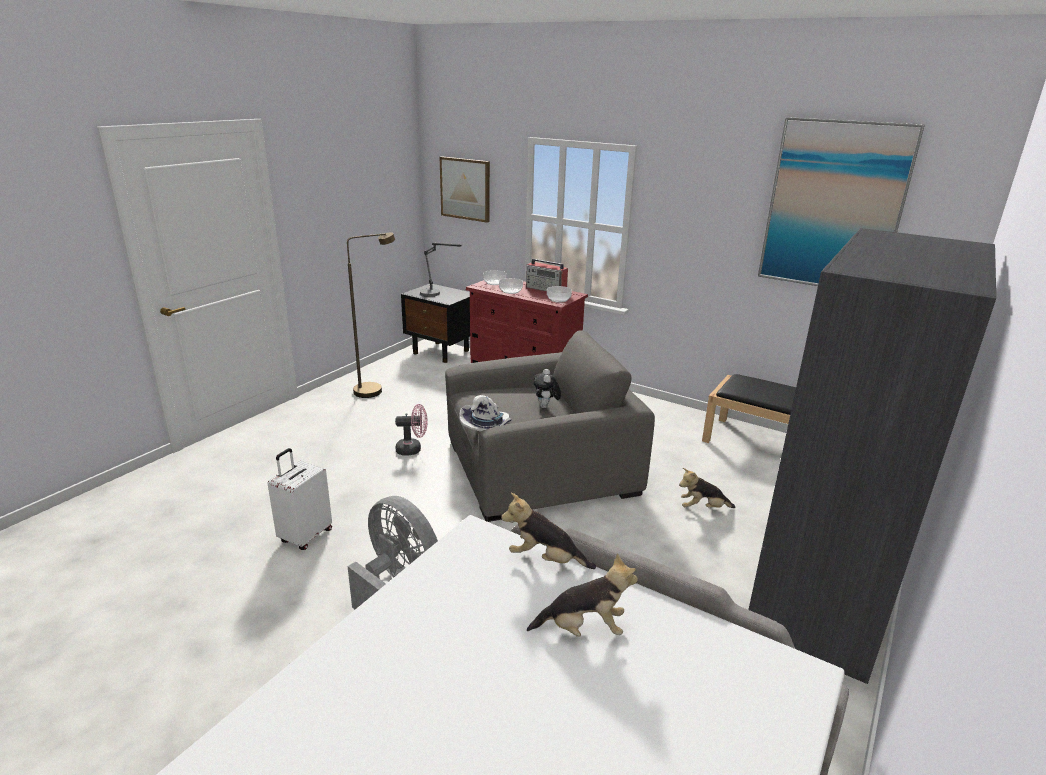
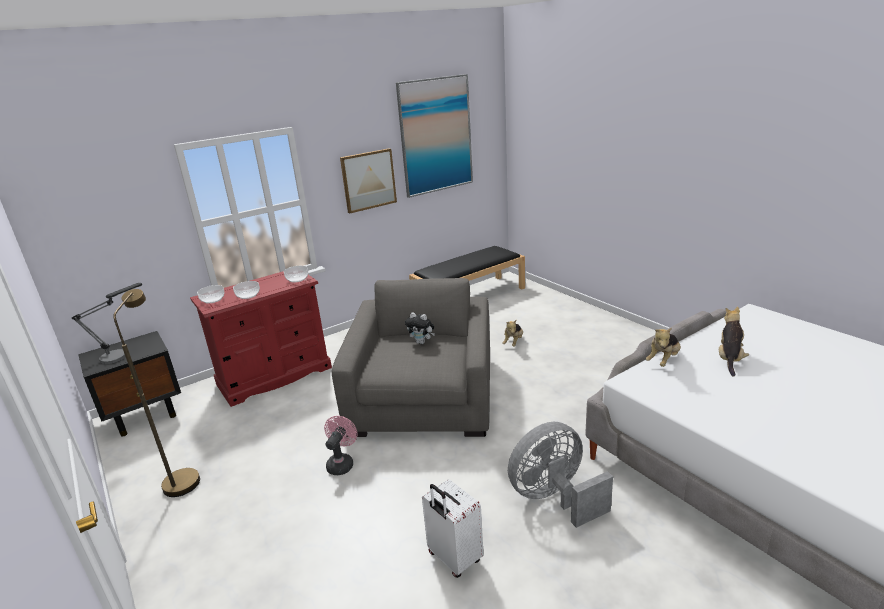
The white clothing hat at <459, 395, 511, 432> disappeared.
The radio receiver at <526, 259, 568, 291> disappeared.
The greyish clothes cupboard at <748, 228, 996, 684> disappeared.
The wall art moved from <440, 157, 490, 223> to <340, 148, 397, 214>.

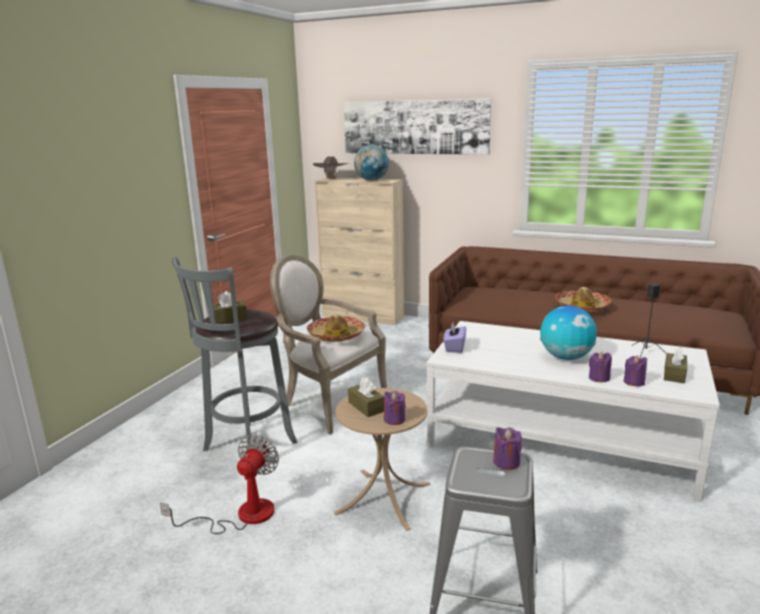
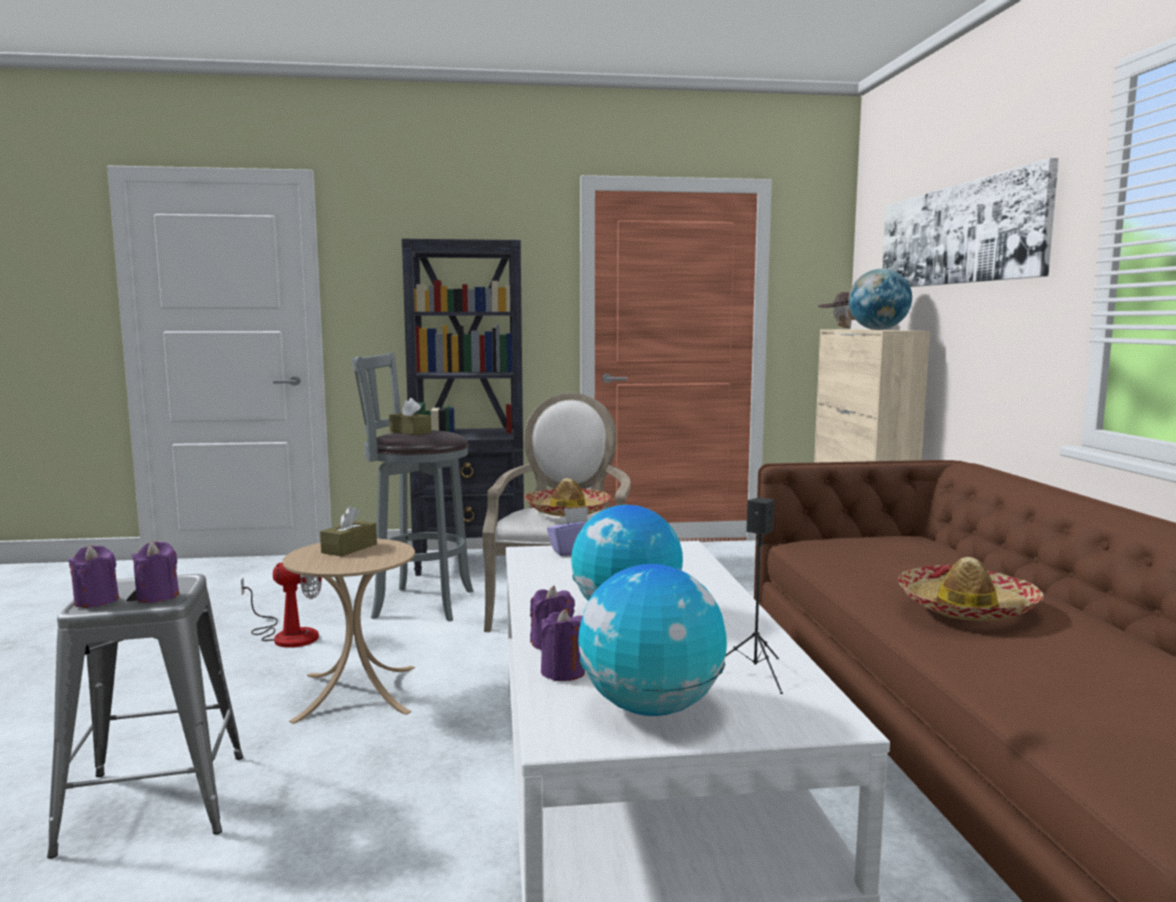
The black shelving unit at <402, 239, 524, 576> appeared.
The purplish candle moved from <384, 391, 406, 425> to <68, 546, 119, 608>.
The brown tissue holder at <664, 347, 687, 383> was replaced by the globe at <578, 564, 727, 716>.

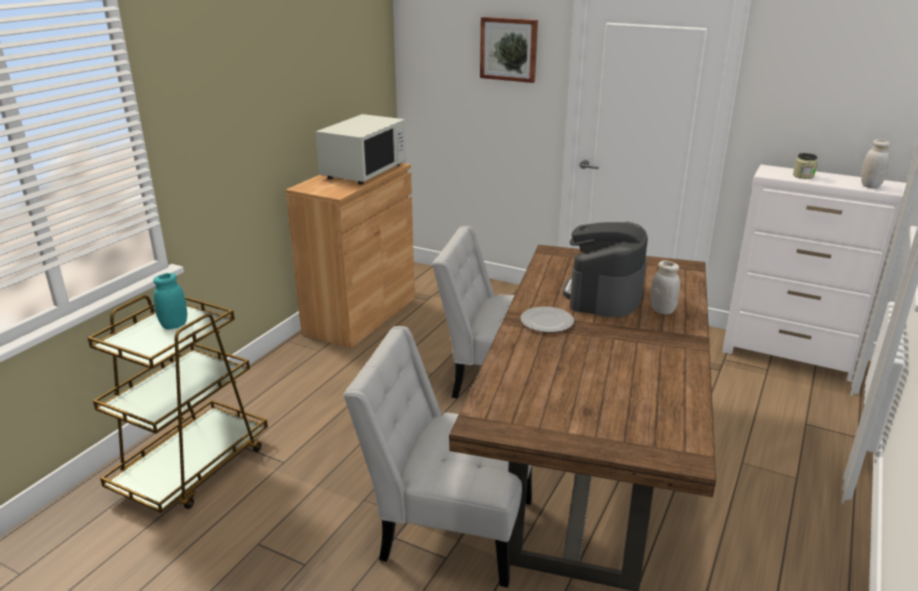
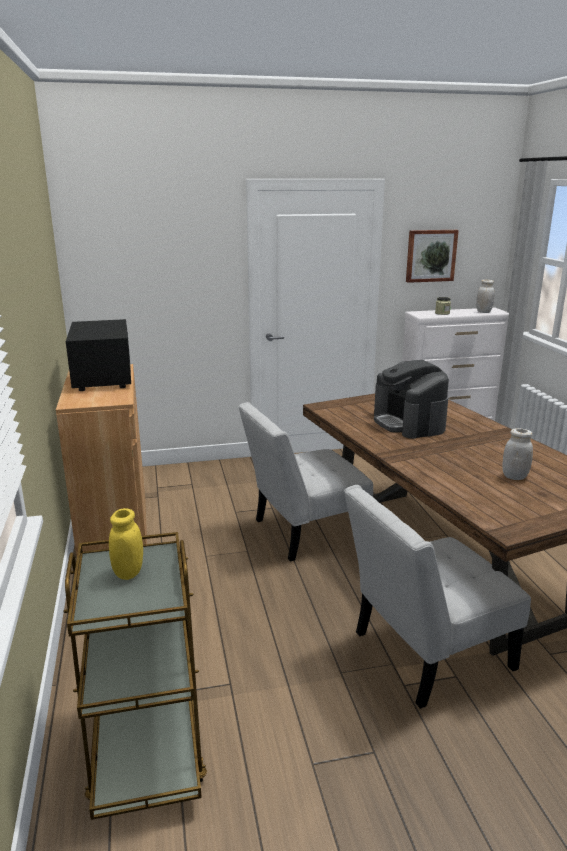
The plate at <520, 307, 574, 332> disappeared.
The wall art moved from <480, 17, 538, 83> to <406, 230, 459, 283>.
The white jar moved from <651, 261, 680, 314> to <502, 428, 533, 480>.
The turquoise-coloured jar at <153, 273, 187, 330> became the yellow jar at <109, 508, 143, 580>.
The white microwave at <315, 114, 406, 184> became the black microwave at <66, 319, 131, 391>.

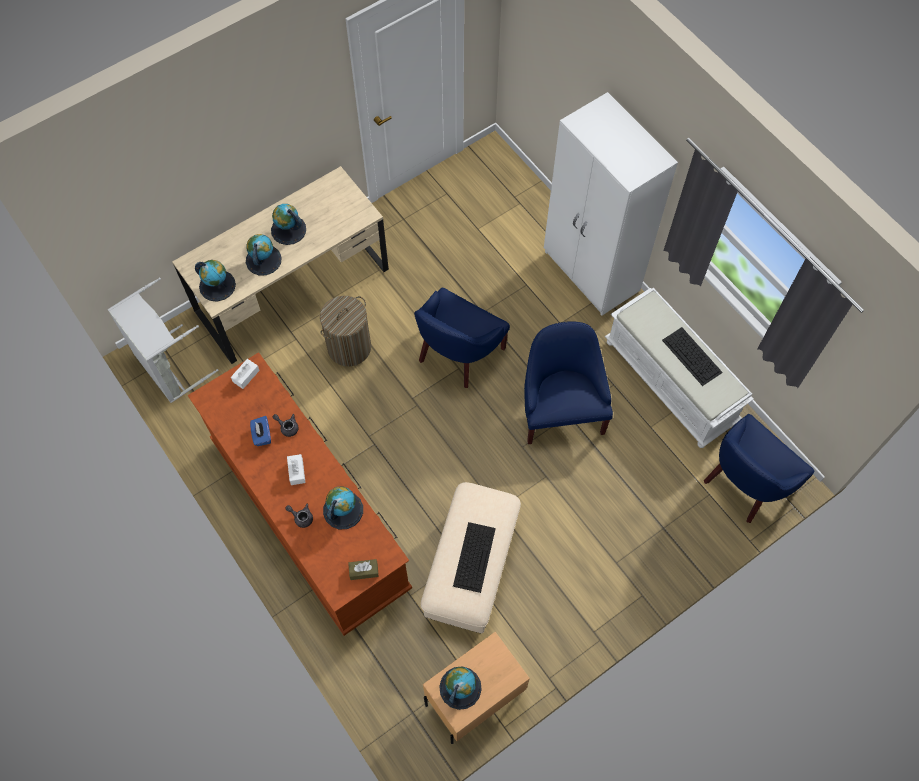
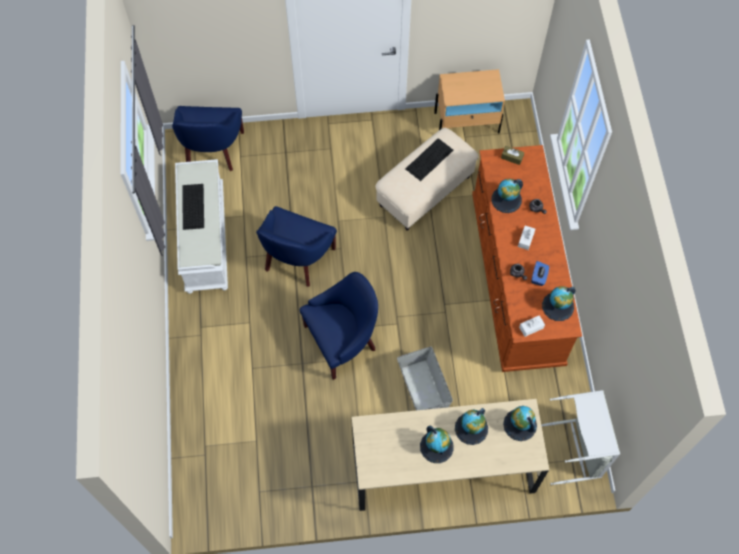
The white clothes cupboard at <544, 92, 678, 316> disappeared.
The globe moved from <439, 666, 482, 710> to <542, 286, 576, 321>.
The hamper at <320, 296, 371, 366> was replaced by the greyish storage container at <397, 346, 453, 410>.
The bluish easy chair at <704, 414, 815, 523> turned 105 degrees clockwise.

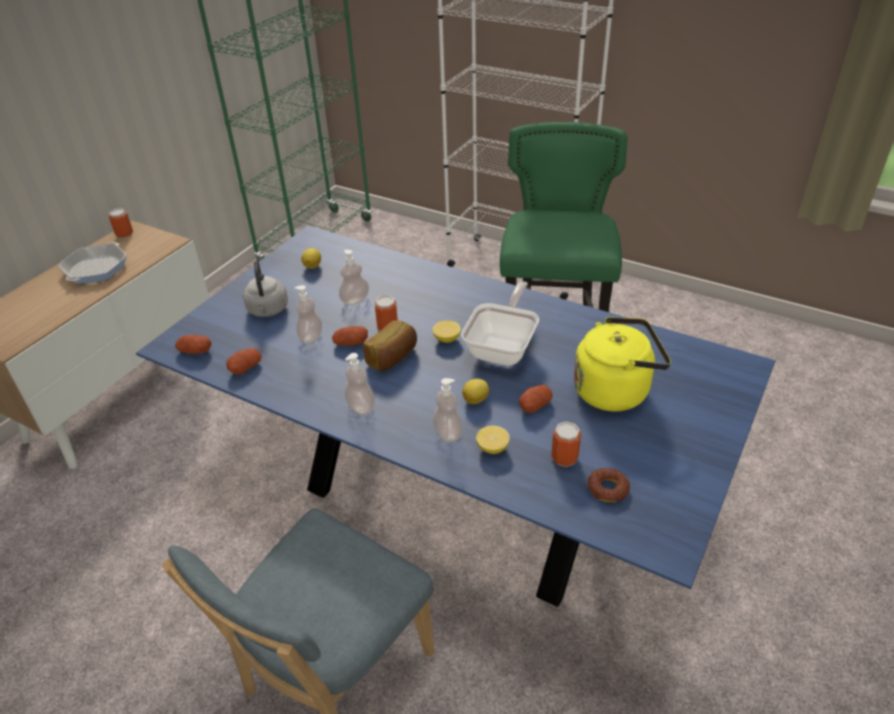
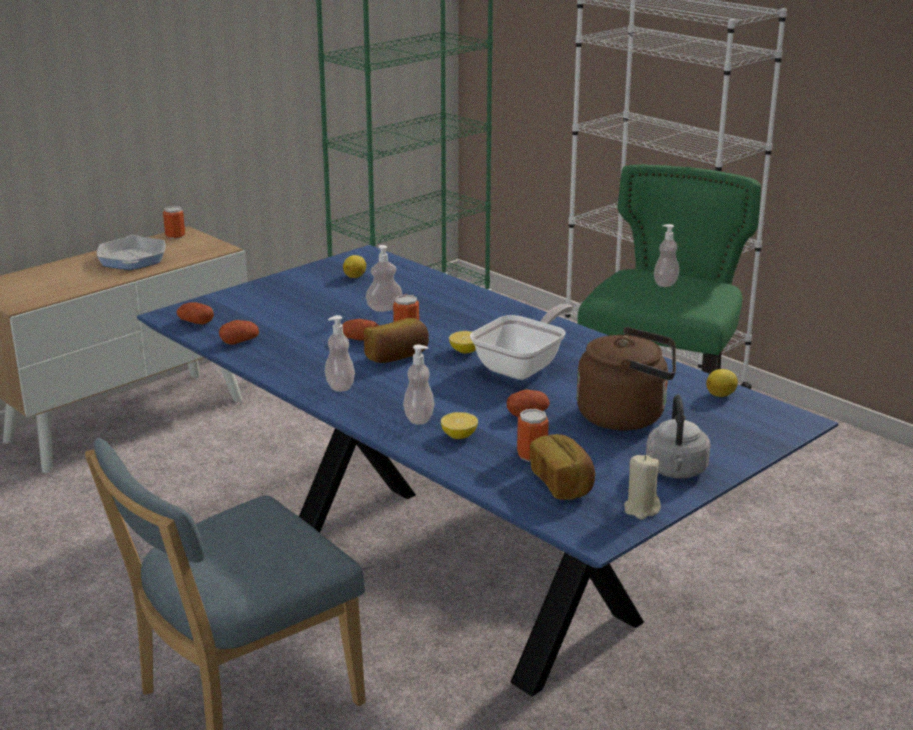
The beige candle at <624, 455, 661, 520> appeared.
The greyish kettle moved from <243, 261, 288, 317> to <646, 395, 710, 479>.
The soap bottle moved from <294, 285, 322, 343> to <654, 224, 680, 287>.
The lemon moved from <462, 379, 489, 404> to <706, 369, 738, 397>.
The ring doughnut at <588, 468, 630, 502> was replaced by the bakery bread at <530, 434, 595, 500>.
The yellow kettle at <574, 317, 671, 412> became the brown kettle at <576, 327, 676, 431>.
The pan at <59, 242, 127, 284> turned 45 degrees counterclockwise.

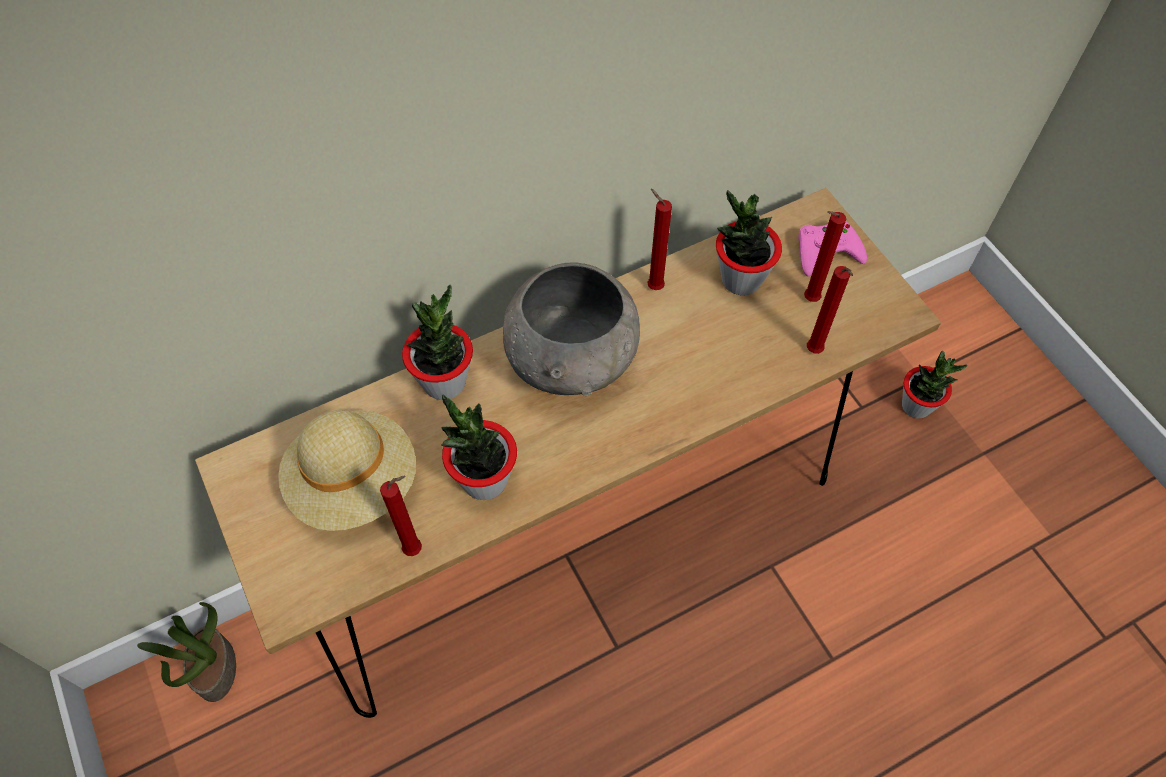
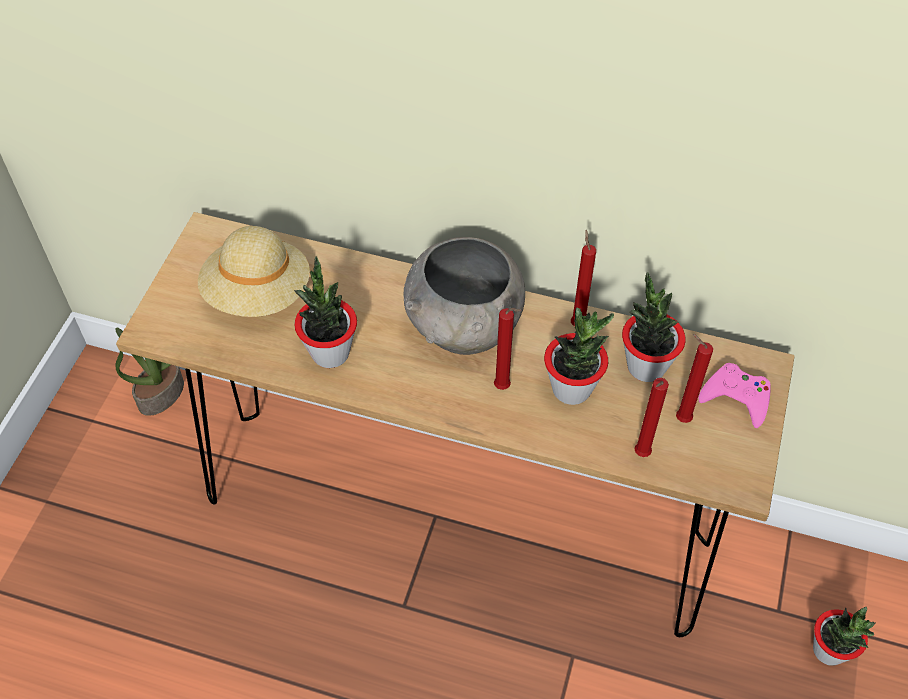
The red candle moved from <380, 476, 422, 556> to <494, 308, 521, 390>.
The potted plant moved from <402, 285, 473, 400> to <544, 307, 614, 405>.

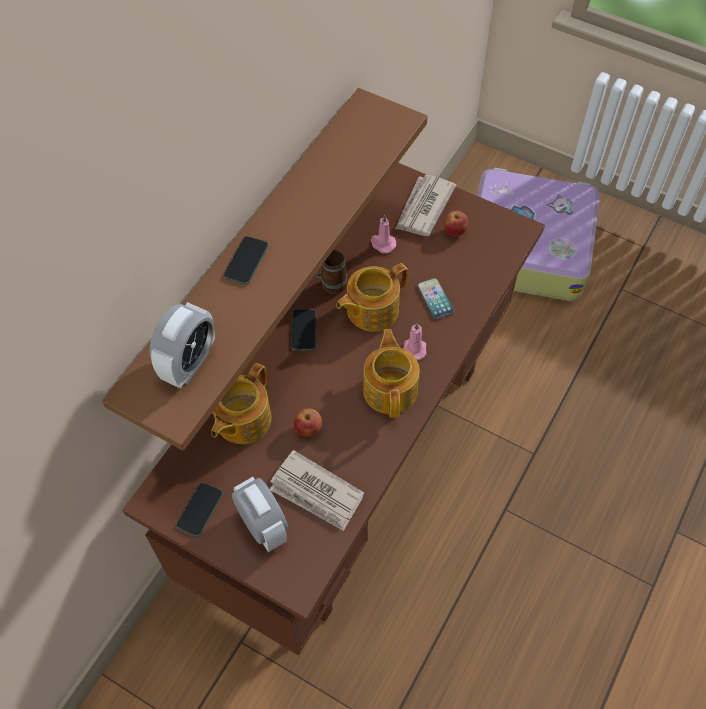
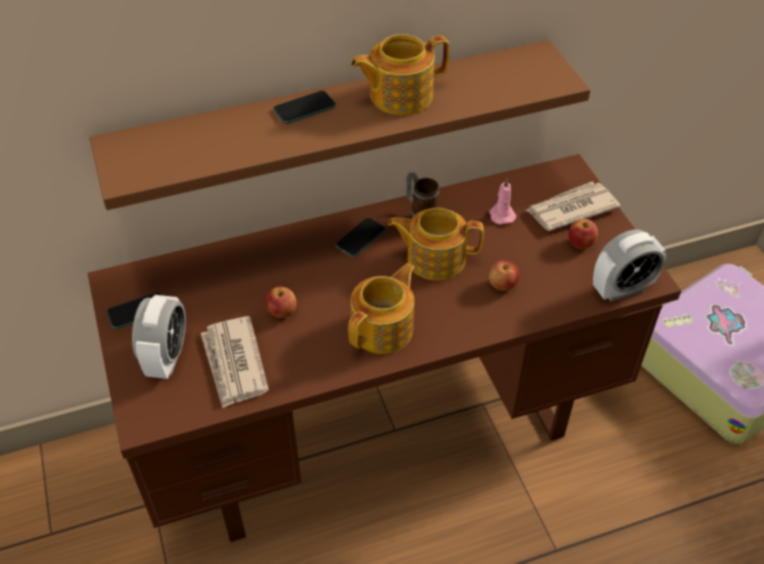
The pink-coloured candle at <403, 323, 426, 360> disappeared.
The bedside clock moved from <150, 302, 215, 388> to <593, 230, 666, 302>.
The tea pot moved from <211, 363, 272, 444> to <351, 34, 449, 115>.
The phone at <417, 278, 454, 320> was replaced by the whole apple at <489, 260, 519, 291>.

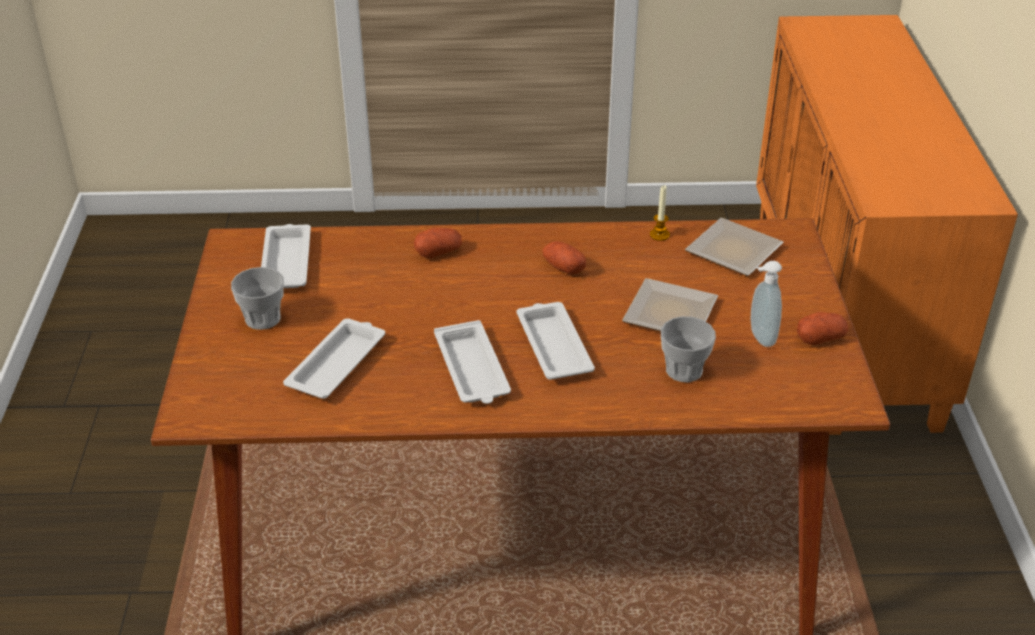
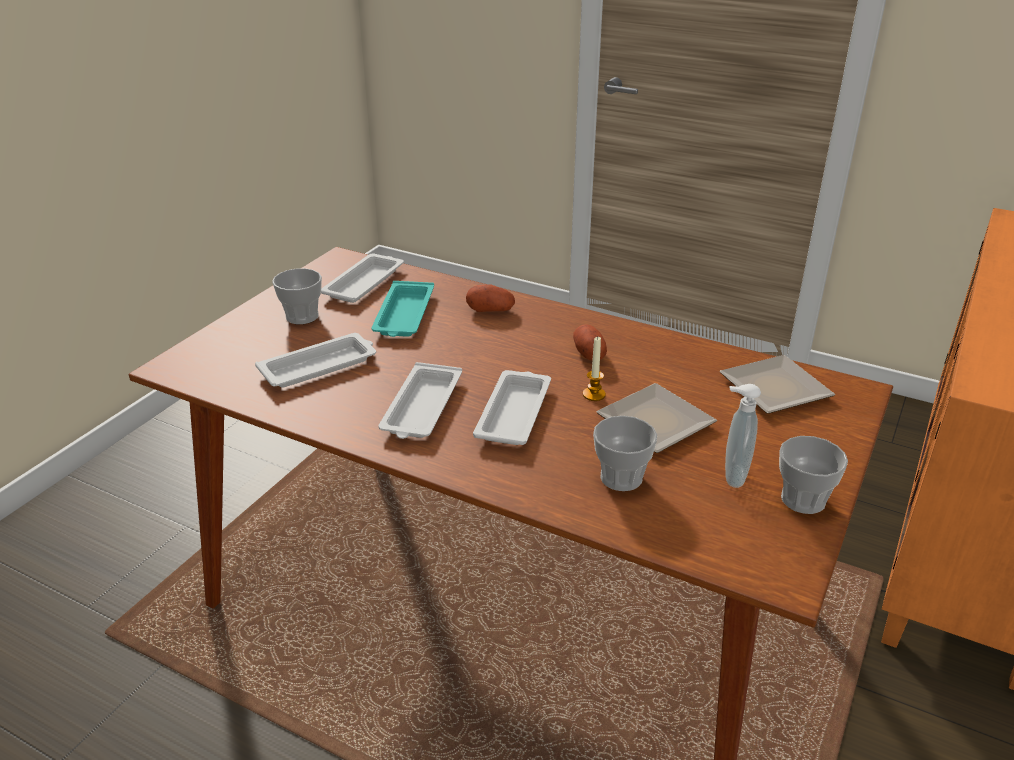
The turquoise-coloured carrying tray at <371, 281, 434, 337> appeared.
The candle moved from <650, 185, 670, 241> to <583, 337, 606, 401>.
The potato at <797, 312, 848, 345> was replaced by the drinking cup at <779, 436, 848, 514>.

